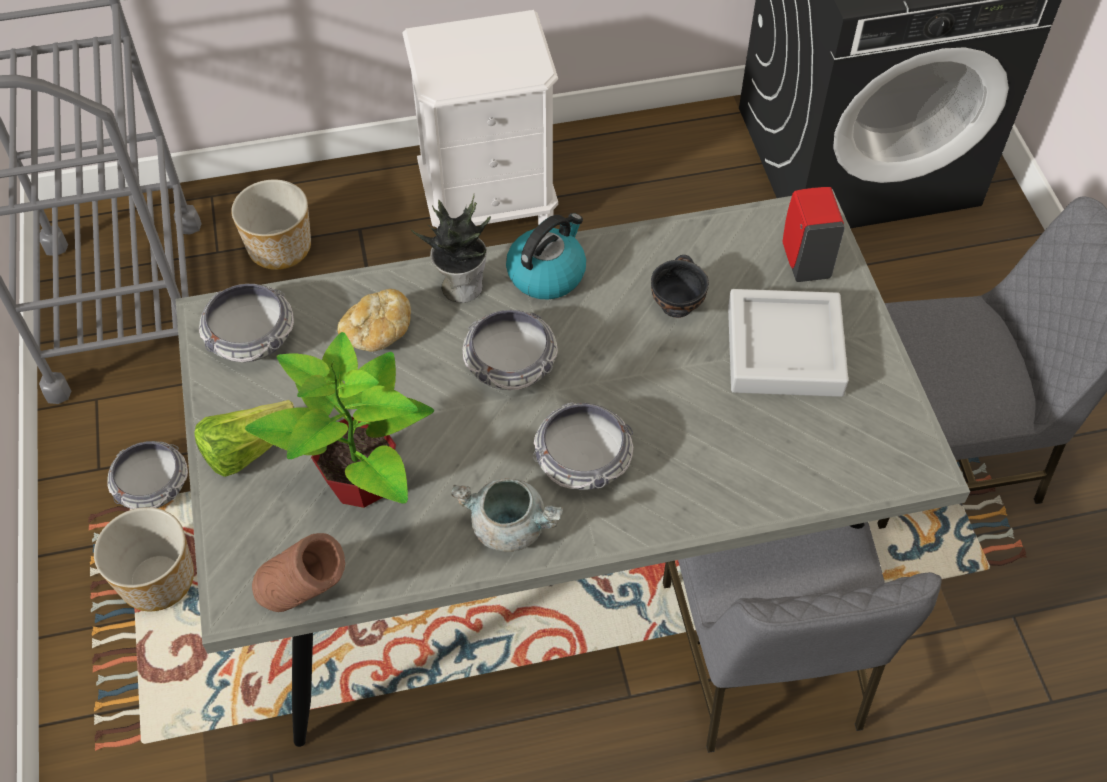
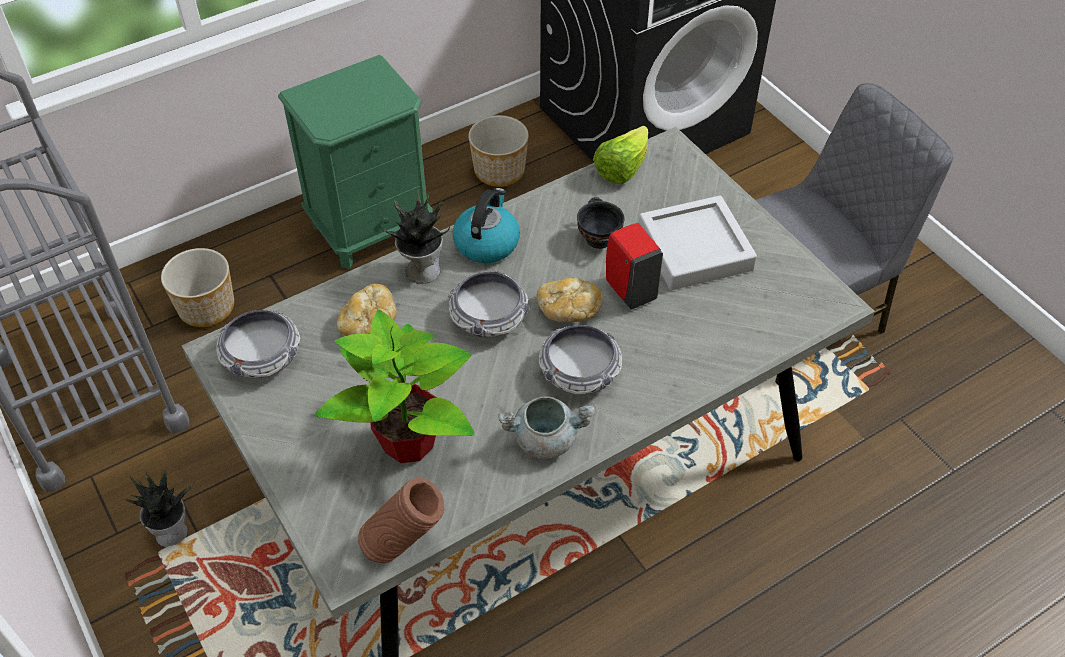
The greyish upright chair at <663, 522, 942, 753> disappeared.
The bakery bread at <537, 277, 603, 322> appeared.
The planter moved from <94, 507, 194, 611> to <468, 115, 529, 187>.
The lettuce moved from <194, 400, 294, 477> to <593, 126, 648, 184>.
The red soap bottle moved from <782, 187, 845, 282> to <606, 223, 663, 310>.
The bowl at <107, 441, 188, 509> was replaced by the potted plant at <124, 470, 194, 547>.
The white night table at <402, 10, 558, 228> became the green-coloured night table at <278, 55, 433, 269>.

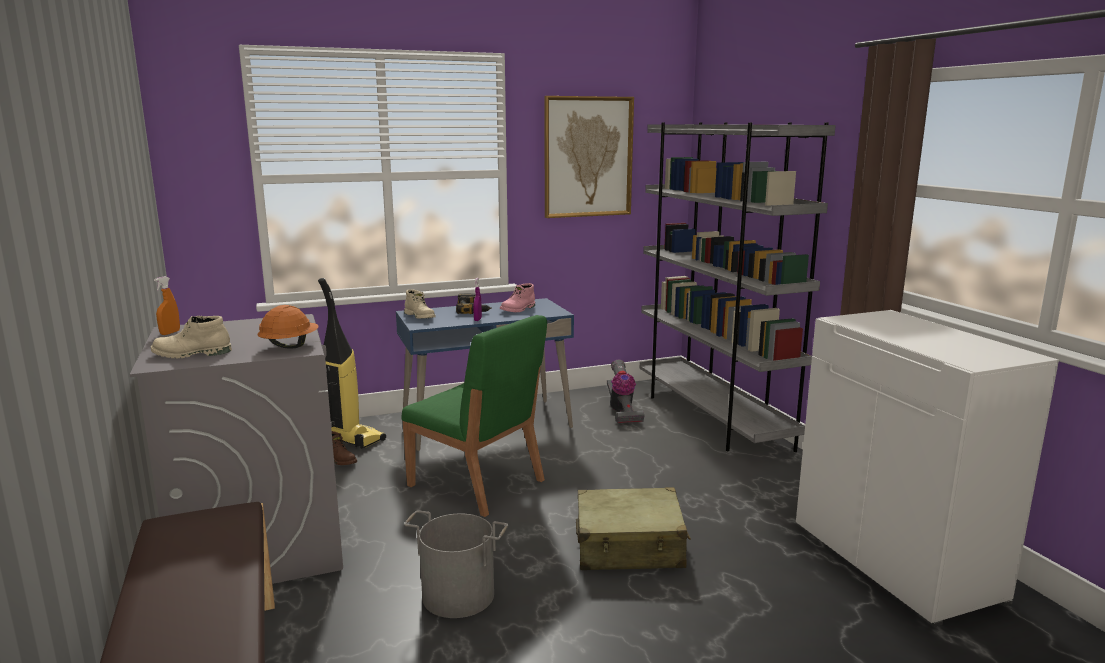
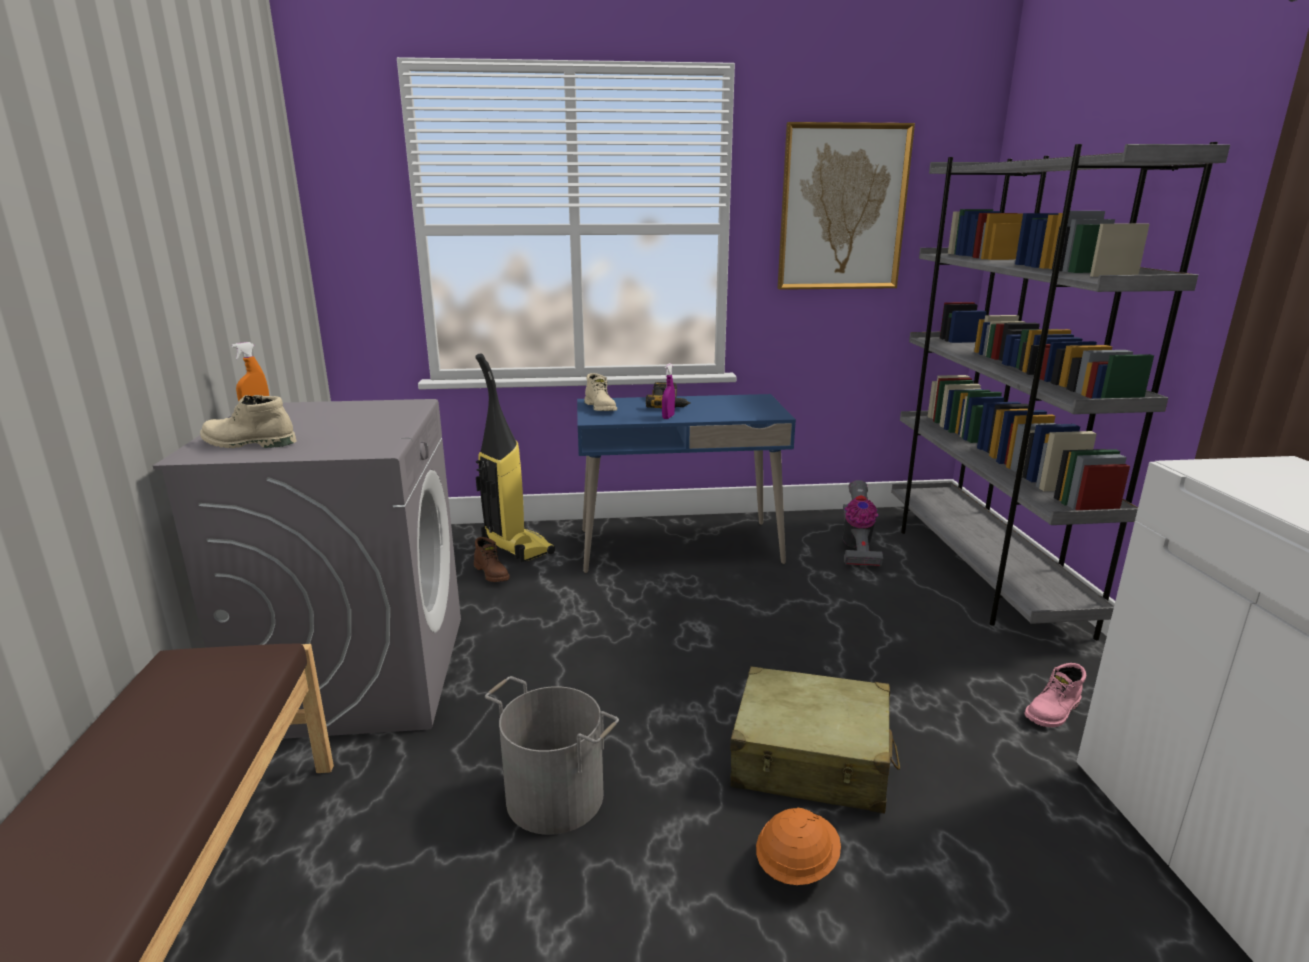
The green-coloured upright chair at <401, 315, 547, 517> disappeared.
The orange-coloured hard hat moved from <257, 305, 319, 349> to <756, 807, 841, 885>.
The pink-coloured high-top boot moved from <500, 283, 535, 312> to <1025, 663, 1086, 727>.

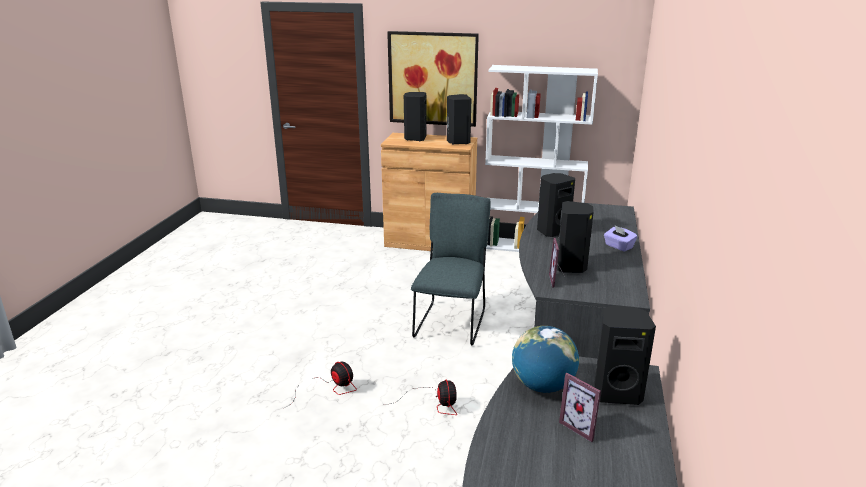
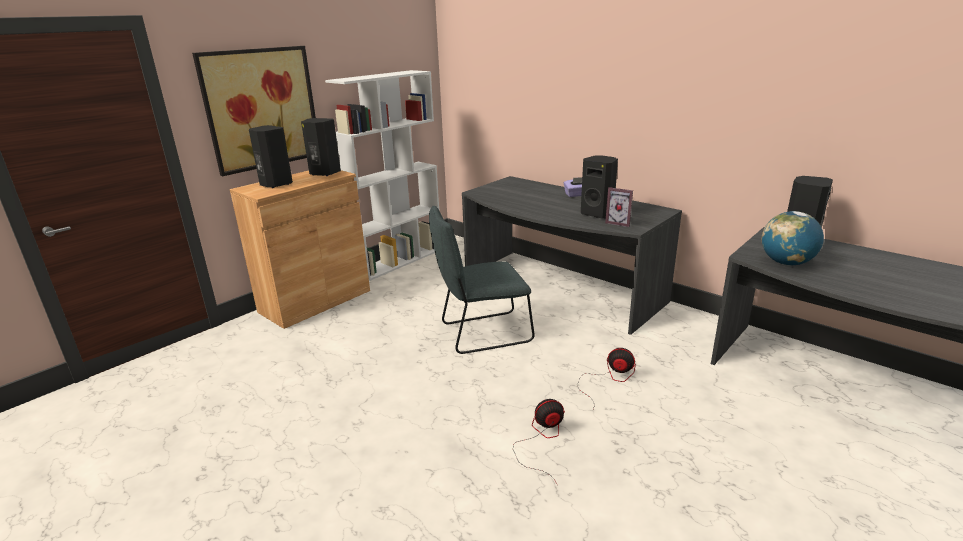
The black audio speaker at <537, 173, 575, 237> disappeared.
The standing frame at <559, 373, 601, 442> disappeared.
The greyish upright chair at <411, 193, 491, 345> turned 60 degrees counterclockwise.

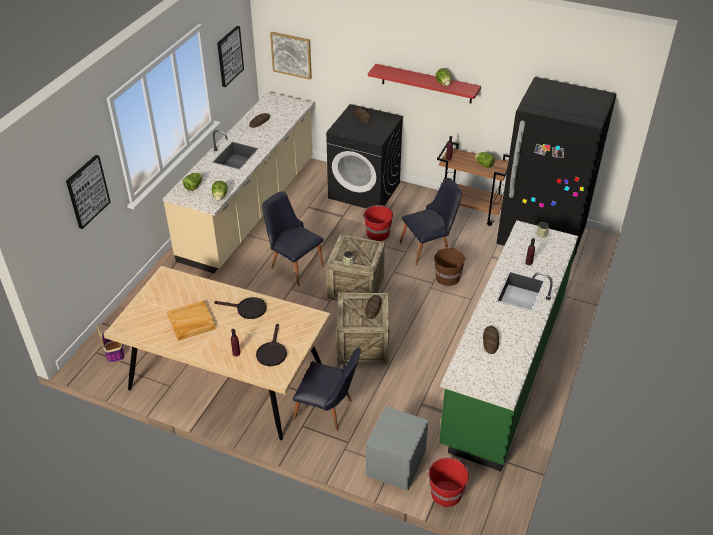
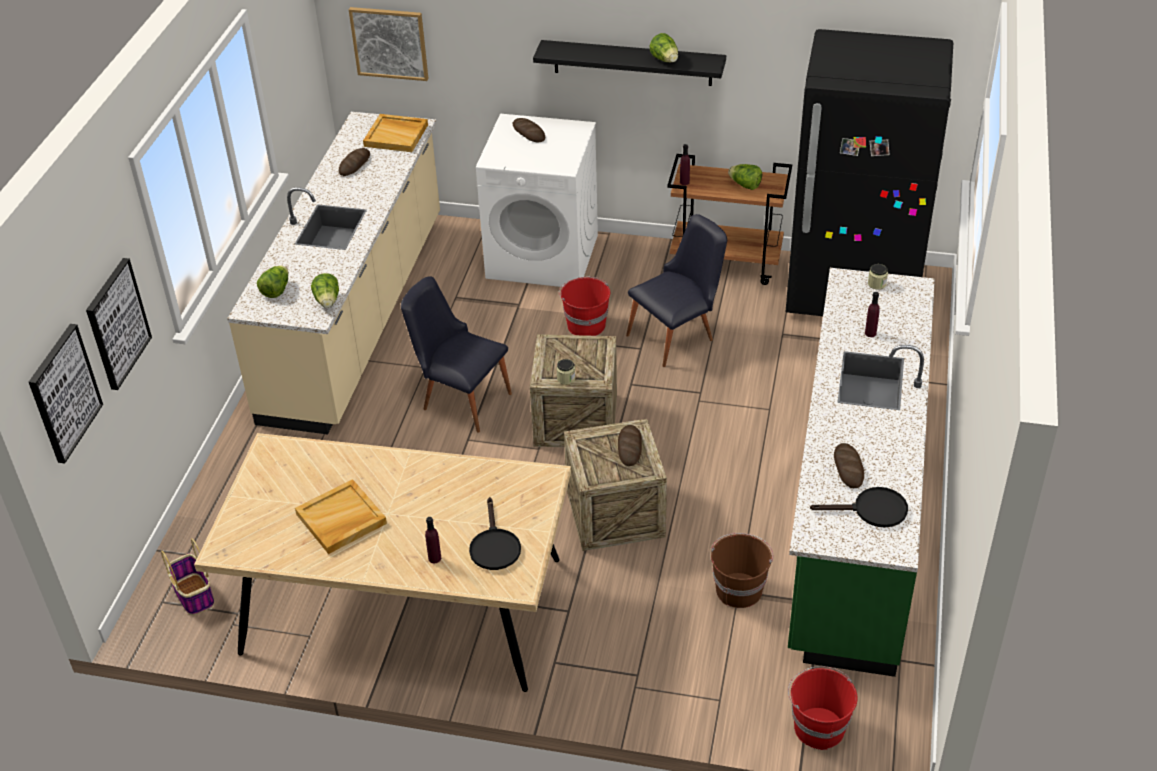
The black upright chair at <293, 348, 361, 431> disappeared.
The greyish night table at <366, 406, 429, 491> disappeared.
The beige carrying tray at <363, 114, 428, 152> appeared.
The black pan moved from <214, 297, 266, 319> to <810, 487, 908, 528>.
The wall art moved from <217, 26, 244, 87> to <29, 324, 103, 464>.
The brown bucket moved from <434, 247, 466, 286> to <711, 533, 773, 608>.
The black washing machine at <326, 104, 403, 209> became the white washing machine at <476, 114, 598, 287>.
The red bracket shelf at <368, 64, 481, 103> became the black bracket shelf at <533, 40, 726, 86>.

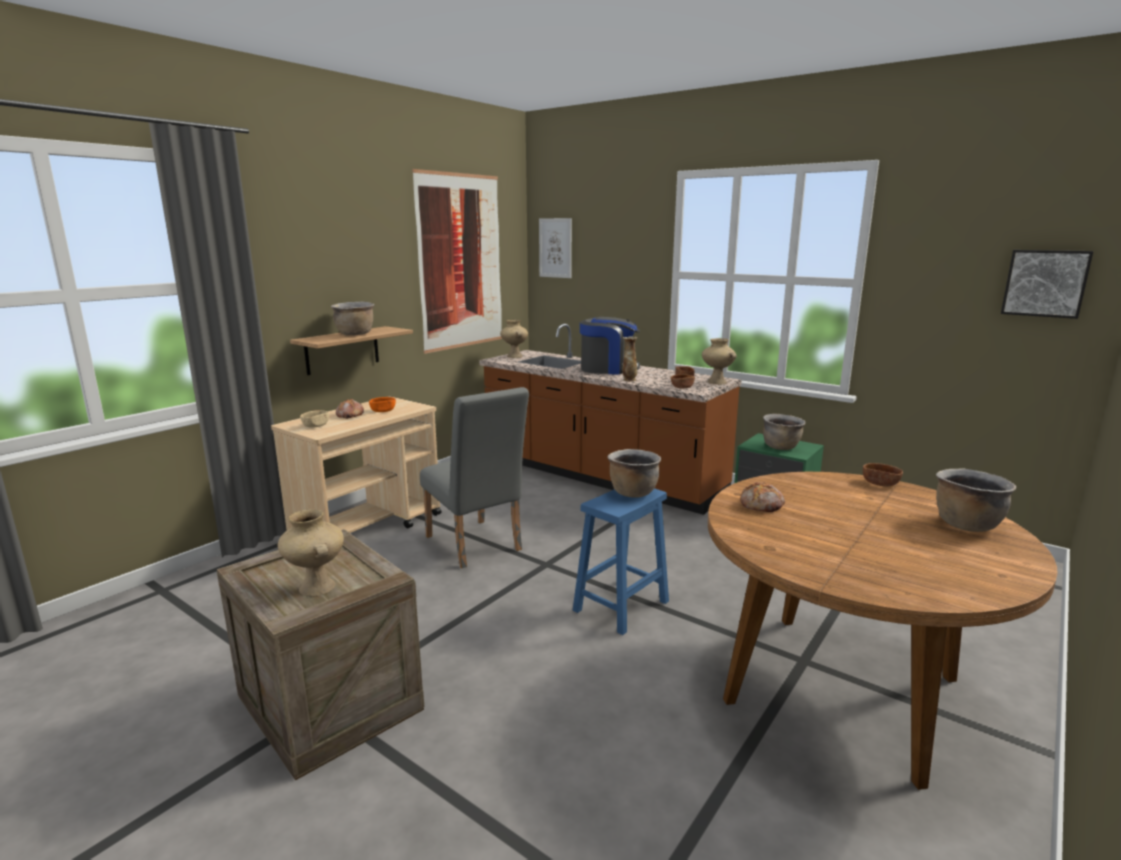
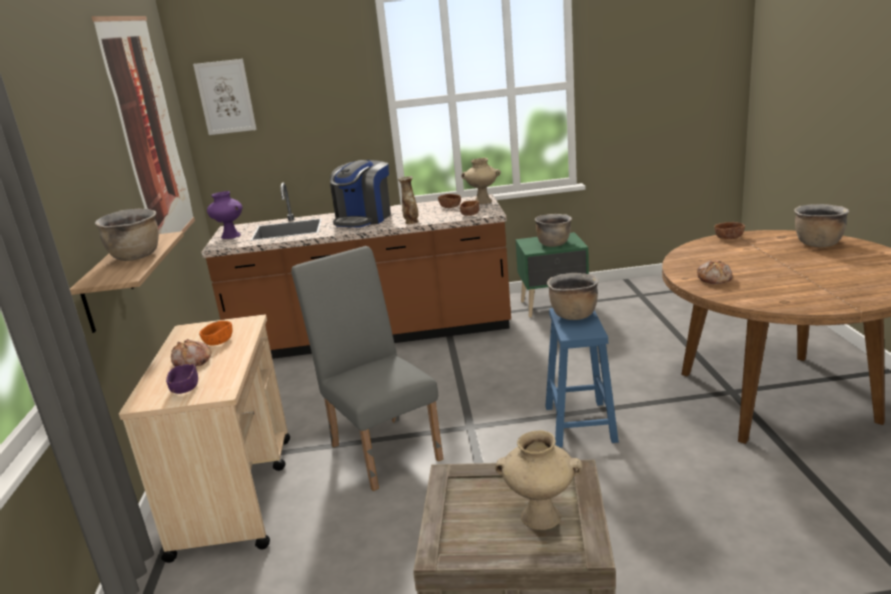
The wall art at <1001, 250, 1093, 319> disappeared.
The beige bowl at <300, 410, 329, 428> became the purplish bowl at <166, 364, 198, 394>.
The beige decorative vase at <500, 320, 528, 358> became the purplish decorative vase at <207, 191, 242, 239>.
The greyish upright chair at <420, 387, 529, 568> turned 135 degrees counterclockwise.
The coffee maker at <580, 317, 640, 375> turned 150 degrees clockwise.

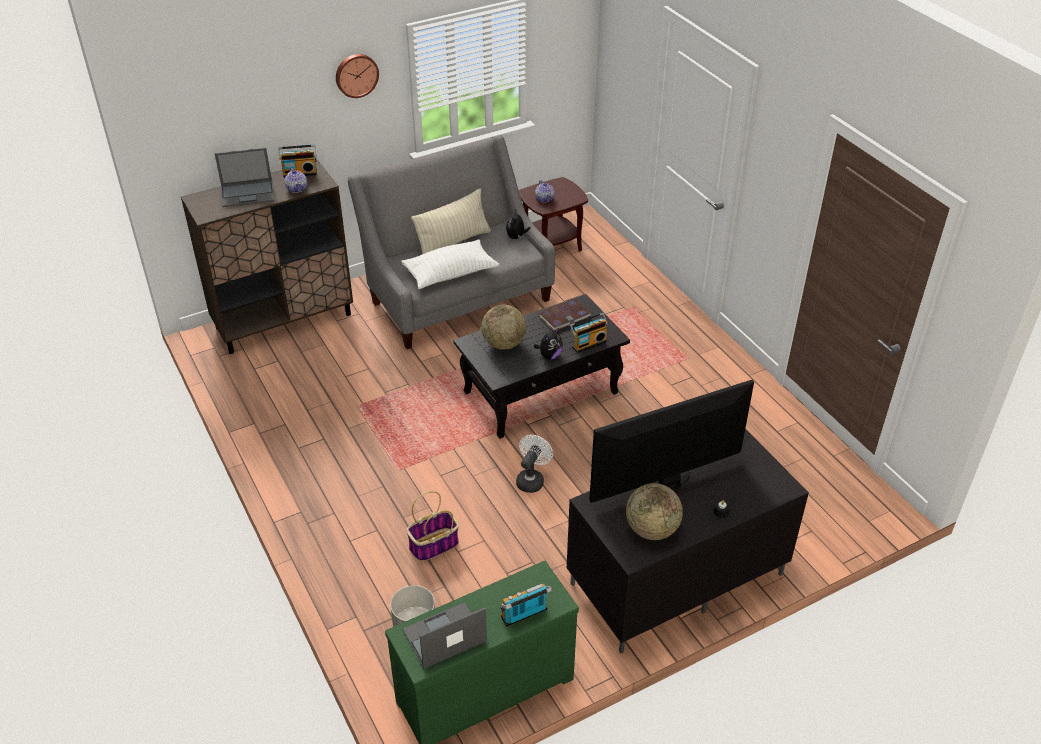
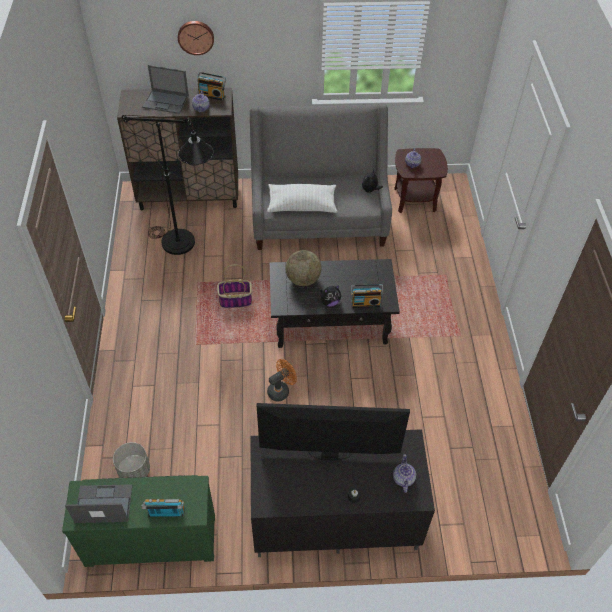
The beige throw pillow at <411, 188, 491, 254> disappeared.
The book at <539, 299, 591, 331> disappeared.
The globe at <626, 483, 683, 540> disappeared.
The black standard lamp at <122, 115, 214, 255> appeared.
The tea pot at <393, 454, 416, 493> appeared.
The wall clock moved from <336, 54, 379, 98> to <178, 21, 214, 55>.
The basket moved from <406, 491, 459, 561> to <217, 264, 252, 308>.
The white electric fan at <516, 435, 553, 493> became the orange-coloured electric fan at <267, 359, 297, 402>.

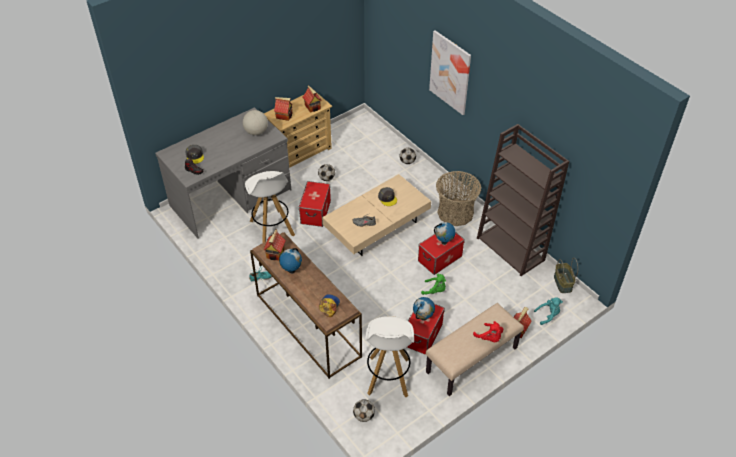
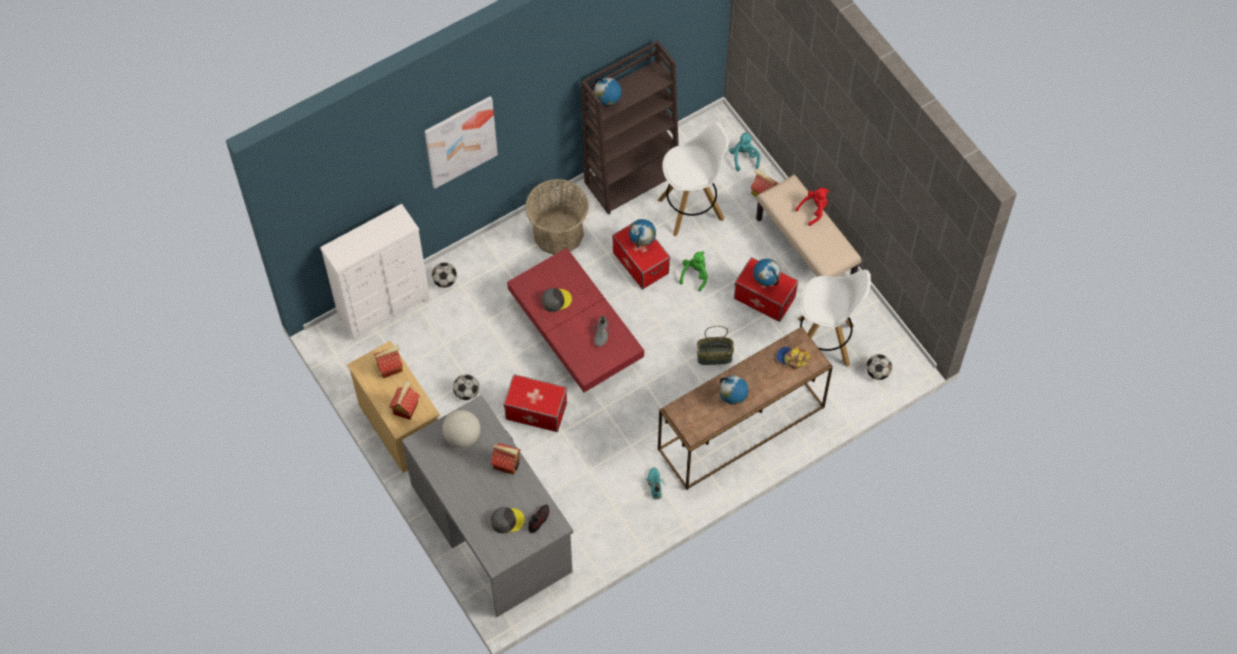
The white drawer chest at <320, 204, 430, 341> appeared.
The globe at <594, 77, 622, 107> appeared.
The white stool moved from <245, 171, 295, 243> to <657, 122, 729, 236>.
The model house moved from <263, 229, 286, 261> to <491, 443, 521, 475>.
The basket moved from <554, 258, 578, 293> to <697, 326, 734, 365>.
The beige low table at <322, 174, 431, 256> became the red low table at <507, 248, 644, 392>.

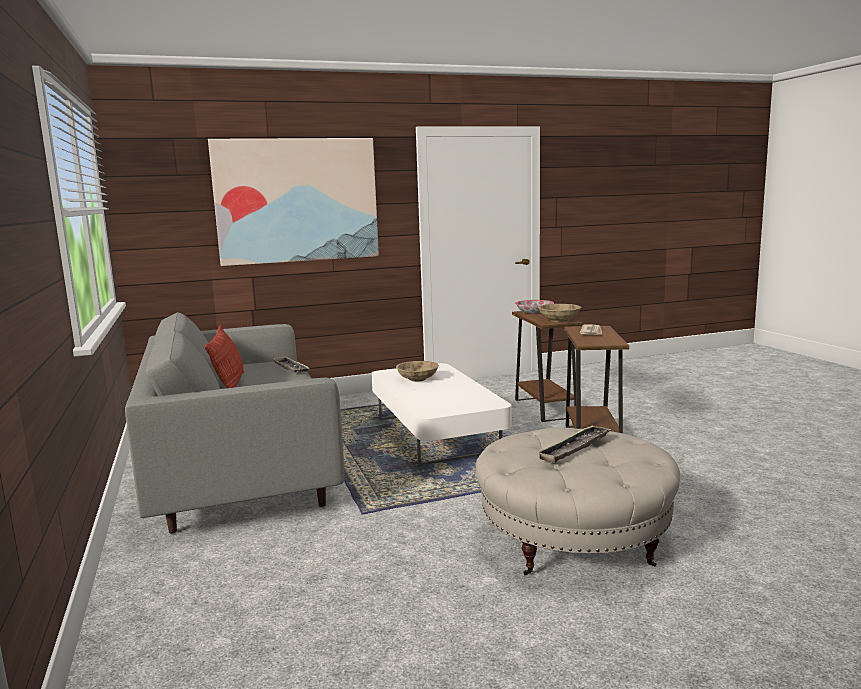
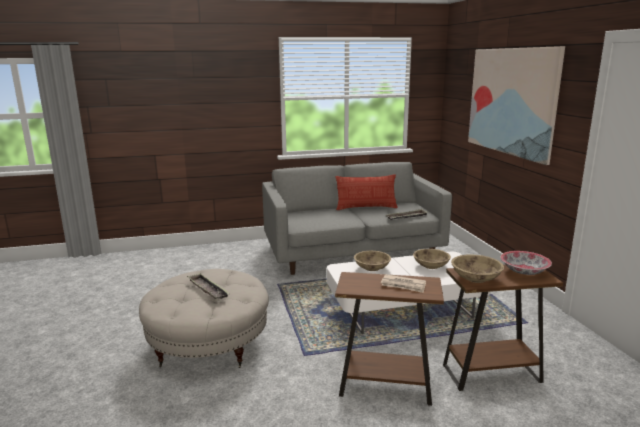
The beige bowl at <354, 251, 391, 271> appeared.

